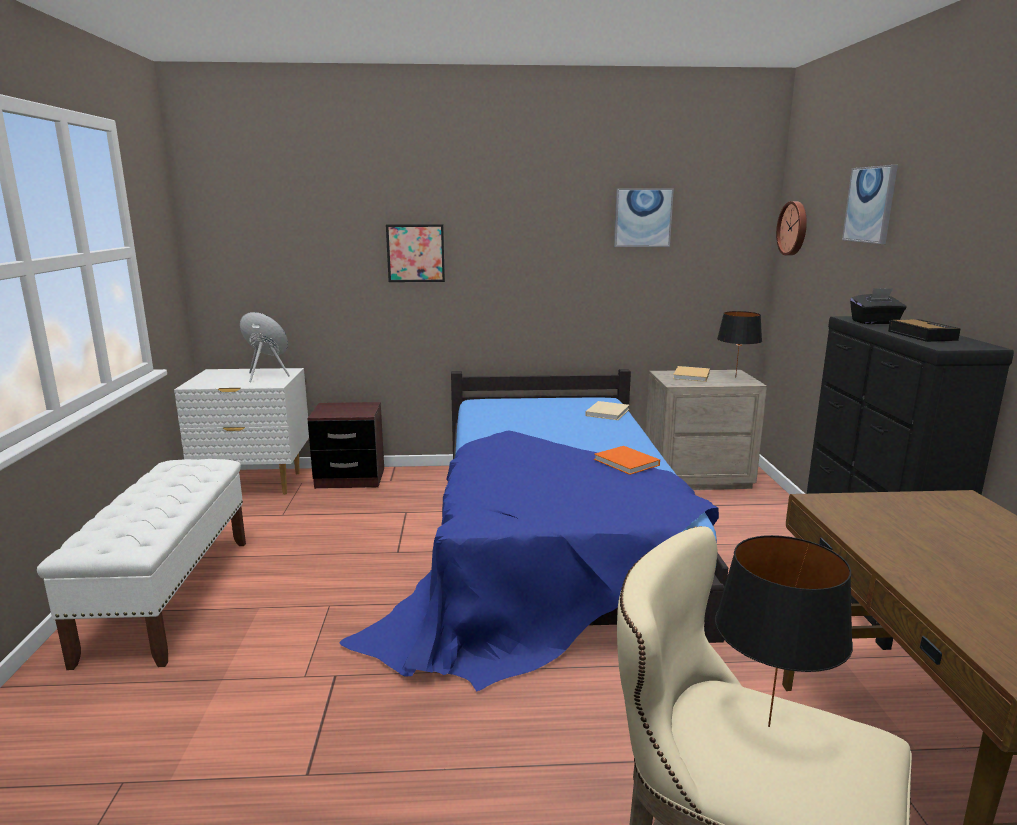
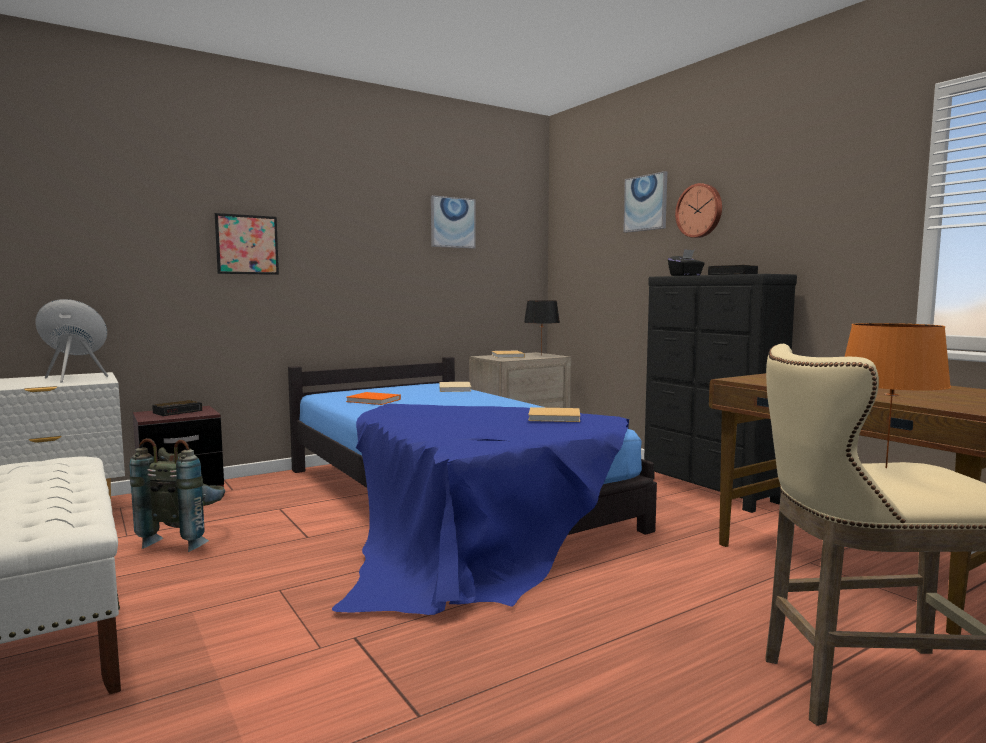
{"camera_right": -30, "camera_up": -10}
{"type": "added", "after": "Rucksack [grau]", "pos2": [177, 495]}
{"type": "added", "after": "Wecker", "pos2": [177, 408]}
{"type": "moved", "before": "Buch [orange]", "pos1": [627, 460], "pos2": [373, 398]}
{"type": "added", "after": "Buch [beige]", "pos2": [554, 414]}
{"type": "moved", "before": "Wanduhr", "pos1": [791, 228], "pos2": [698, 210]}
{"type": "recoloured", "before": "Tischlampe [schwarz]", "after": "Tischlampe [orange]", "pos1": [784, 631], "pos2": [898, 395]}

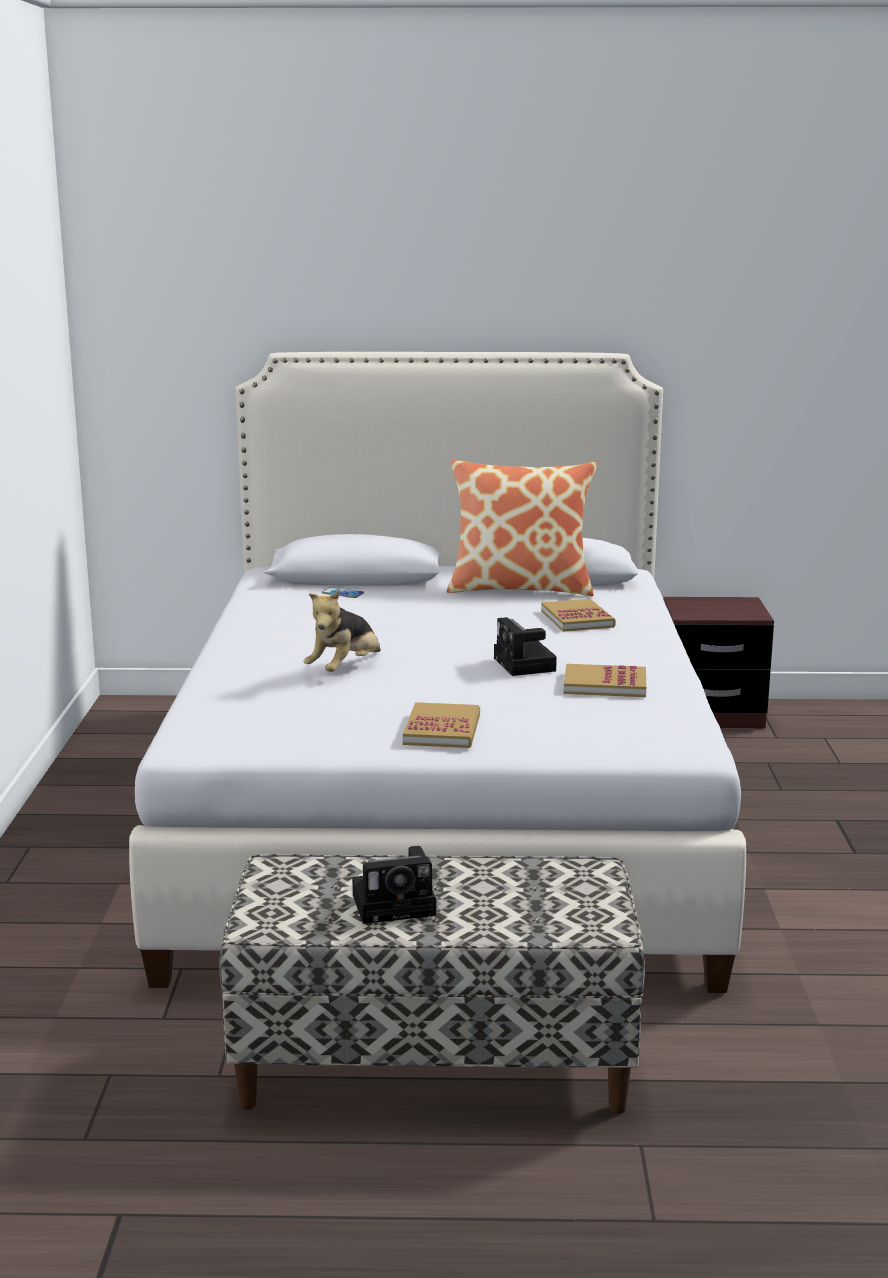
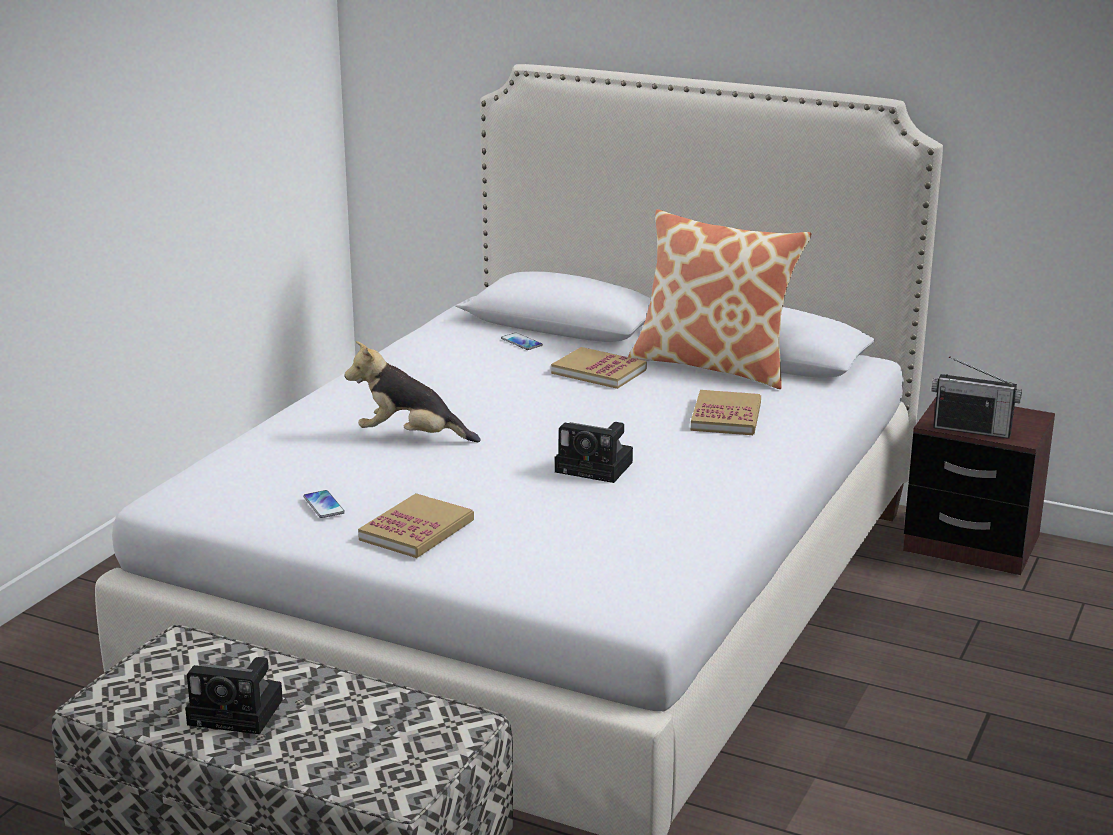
{"camera_right": 25, "camera_up": 5}
{"type": "added", "after": "Handy", "pos2": [324, 504]}
{"type": "turned", "before": "Plüschtier", "pos1": [341, 631], "pos2": [412, 391], "turn": 45}
{"type": "moved", "before": "Buch", "pos1": [604, 680], "pos2": [599, 368]}
{"type": "turned", "before": "Kamera", "pos1": [525, 646], "pos2": [594, 452], "turn": -75}
{"type": "added", "after": "Radio", "pos2": [977, 397]}

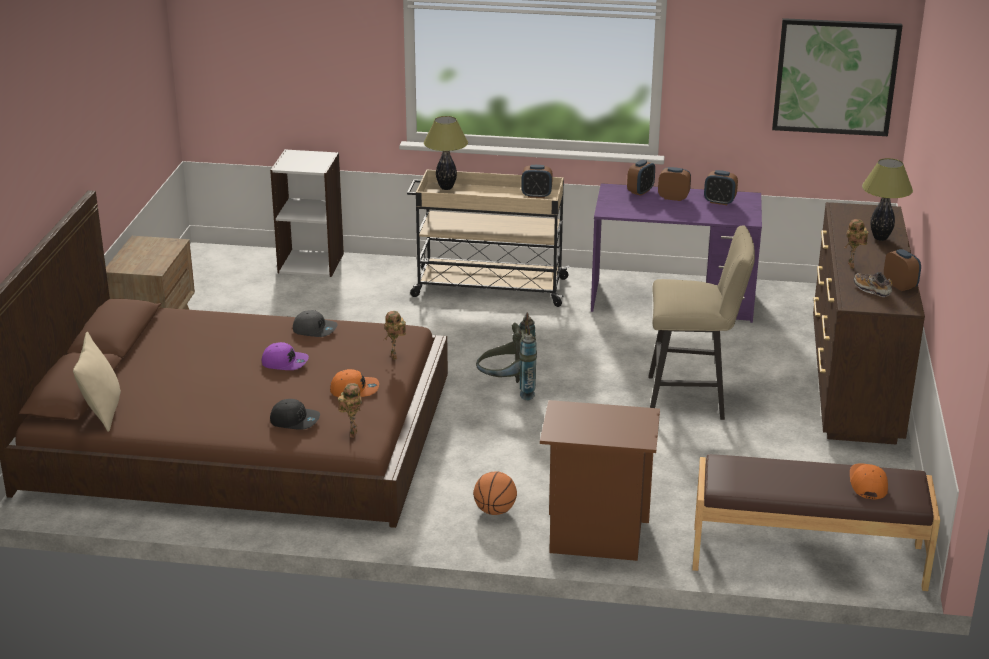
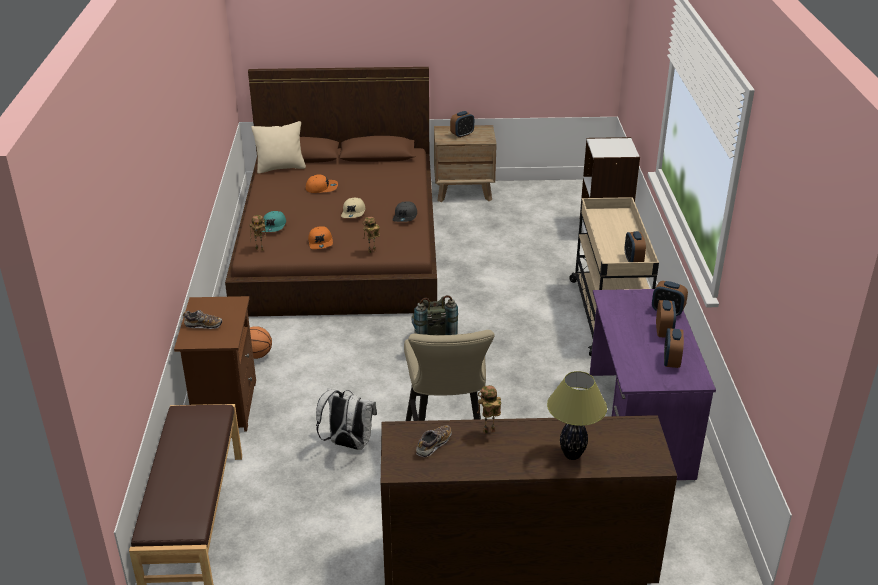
{"camera_right": 80, "camera_up": 5}
{"type": "added", "after": "Schuh", "pos2": [202, 319]}
{"type": "recoloured", "before": "Kappe [schwarz]", "after": "Kappe [türkis]", "pos1": [295, 414], "pos2": [273, 221]}
{"type": "moved", "before": "Kappe [orange]", "pos1": [869, 481], "pos2": [321, 184]}
{"type": "added", "after": "Rucksack [weiß]", "pos2": [346, 419]}
{"type": "recoloured", "before": "Kappe [lila]", "after": "Kappe [beige]", "pos1": [285, 356], "pos2": [353, 208]}
{"type": "moved", "before": "Wecker", "pos1": [902, 270], "pos2": [462, 124]}
{"type": "removed", "before": "Tischlampe", "pos1": [446, 153]}
{"type": "removed", "before": "Bild", "pos1": [837, 77]}

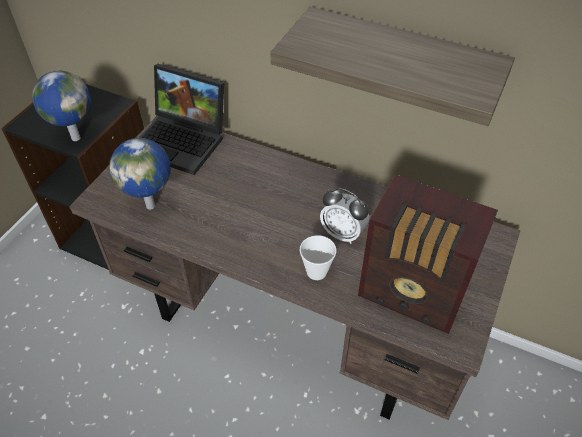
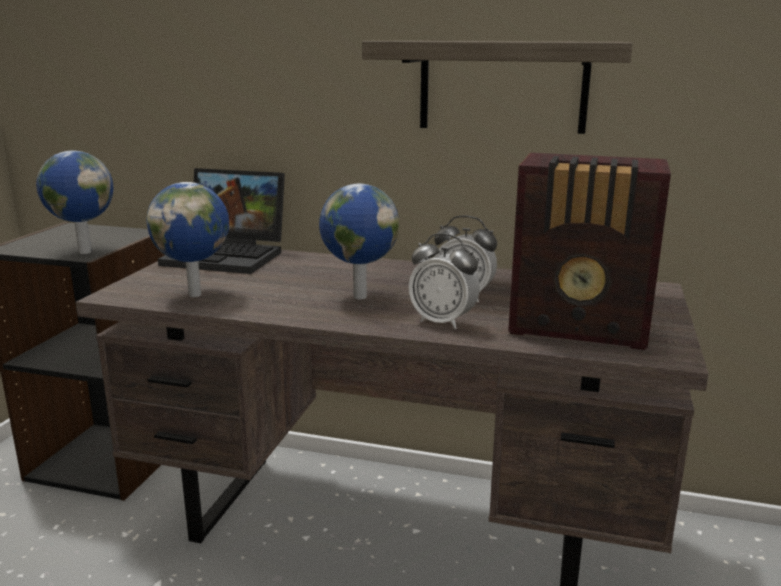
{"camera_right": -10, "camera_up": -30}
{"type": "added", "after": "Globus", "pos2": [359, 241]}
{"type": "replaced", "before": "Tasse", "after": "Wecker", "pos1": [318, 257], "pos2": [444, 281]}

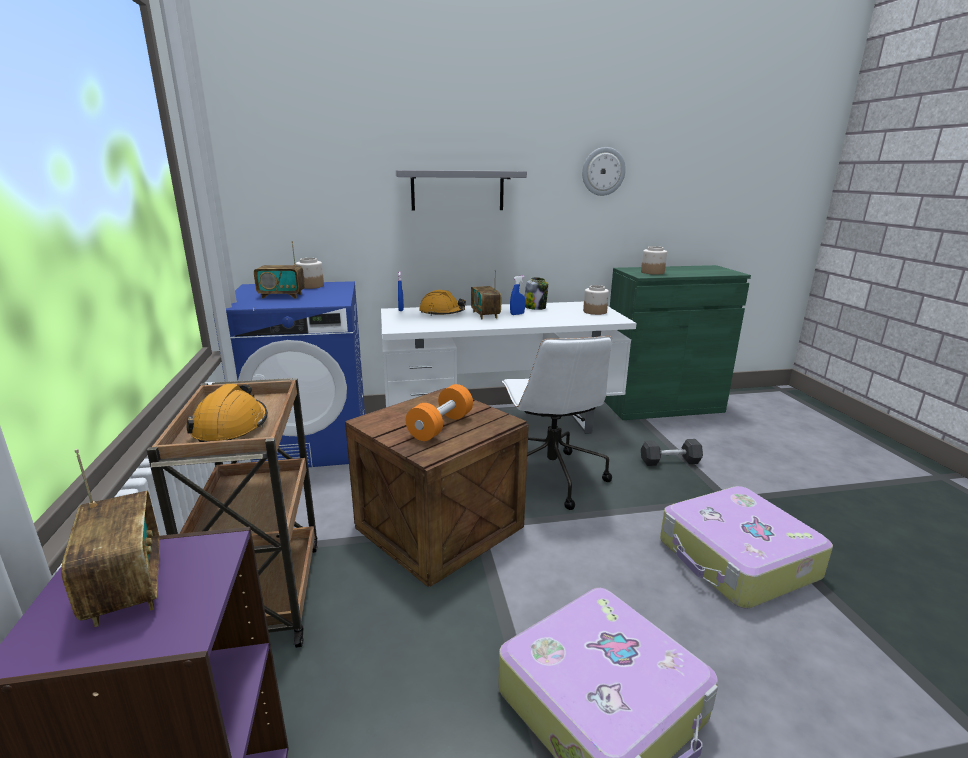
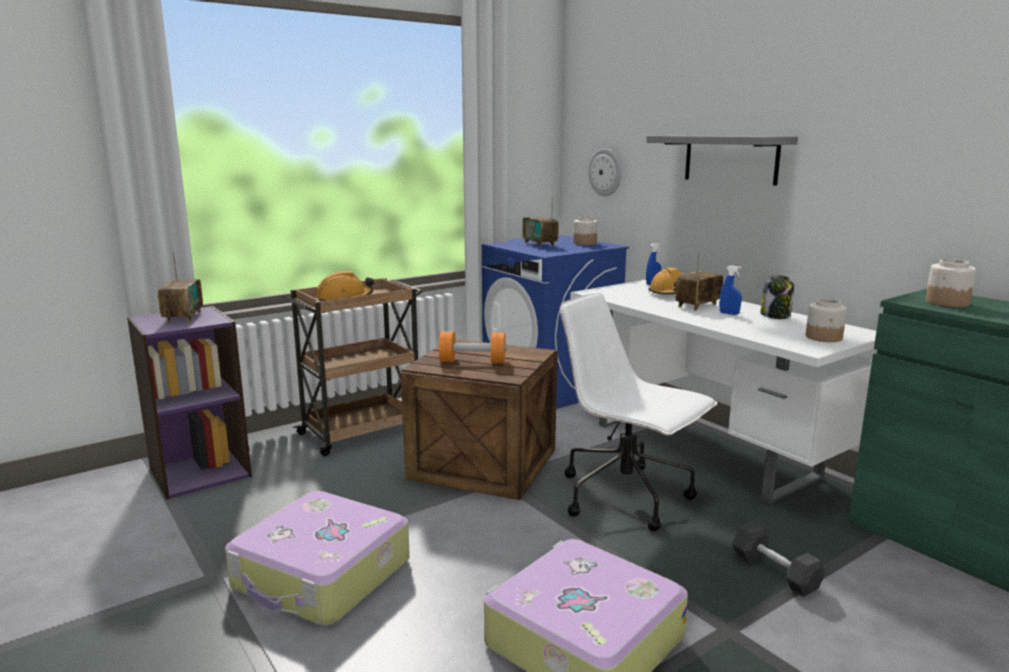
{"camera_right": 65, "camera_up": -5}
{"type": "turned", "before": "Radio", "pos1": [110, 538], "pos2": [180, 287], "turn": -45}
{"type": "turned", "before": "Bürostuhl [weiß]", "pos1": [557, 423], "pos2": [638, 412], "turn": 75}
{"type": "moved", "before": "Wanduhr", "pos1": [604, 171], "pos2": [604, 172]}

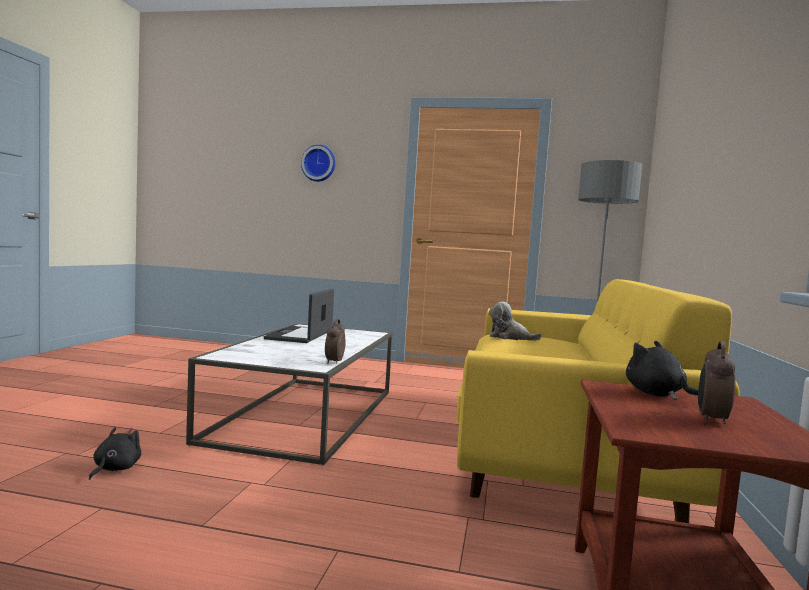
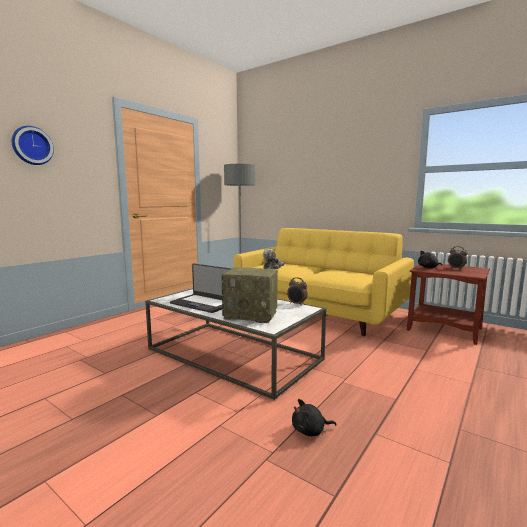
{"camera_right": -65, "camera_up": 5}
{"type": "added", "after": "Radio", "pos2": [250, 295]}
{"type": "turned", "before": "Plüschtier [schwarz]", "pos1": [115, 453], "pos2": [314, 417], "turn": -45}

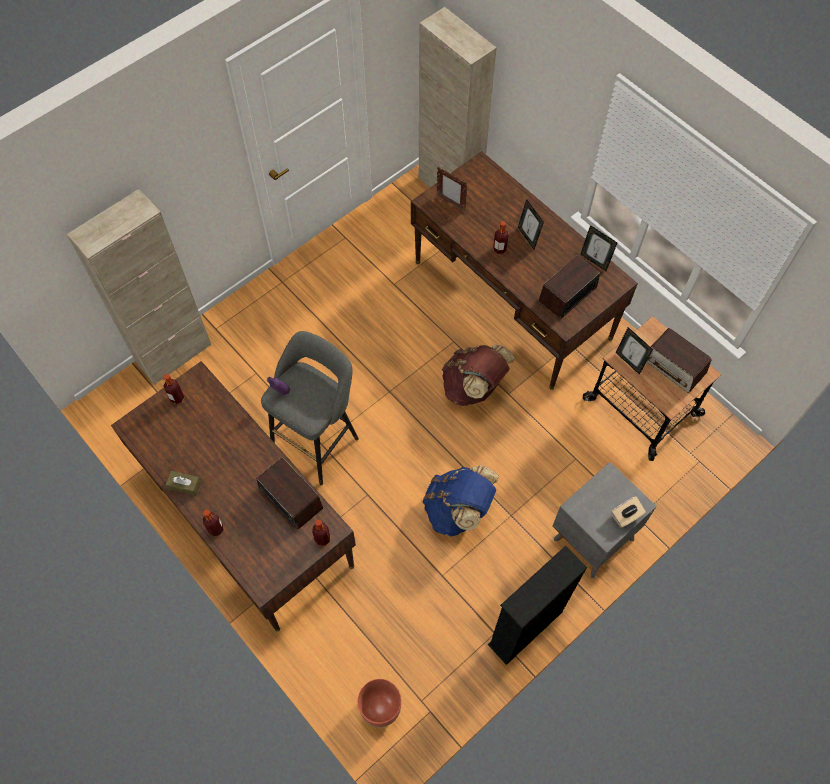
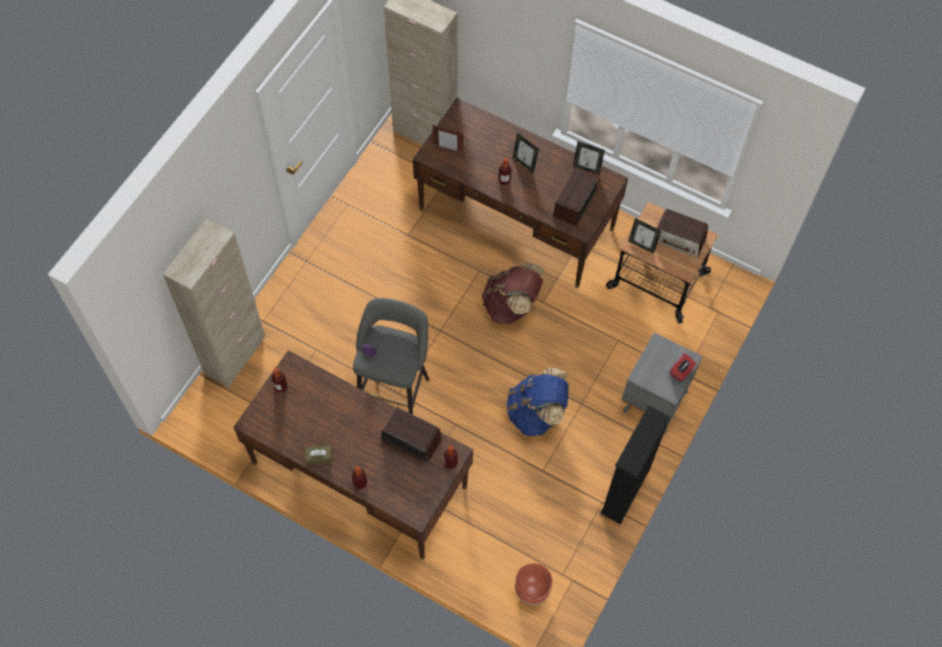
{"camera_right": -20, "camera_up": 0}
{"type": "recoloured", "before": "Taschentuchbox [beige]", "after": "Taschentuchbox [rot]", "pos1": [628, 512], "pos2": [683, 367]}

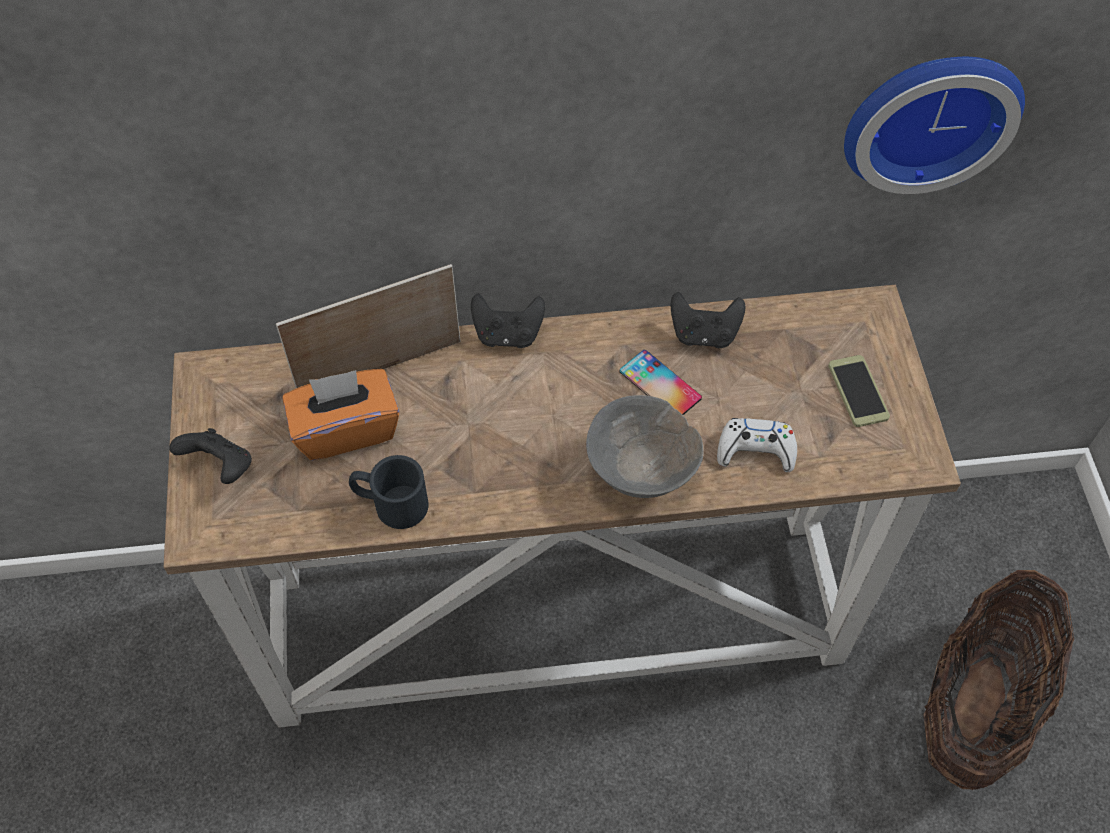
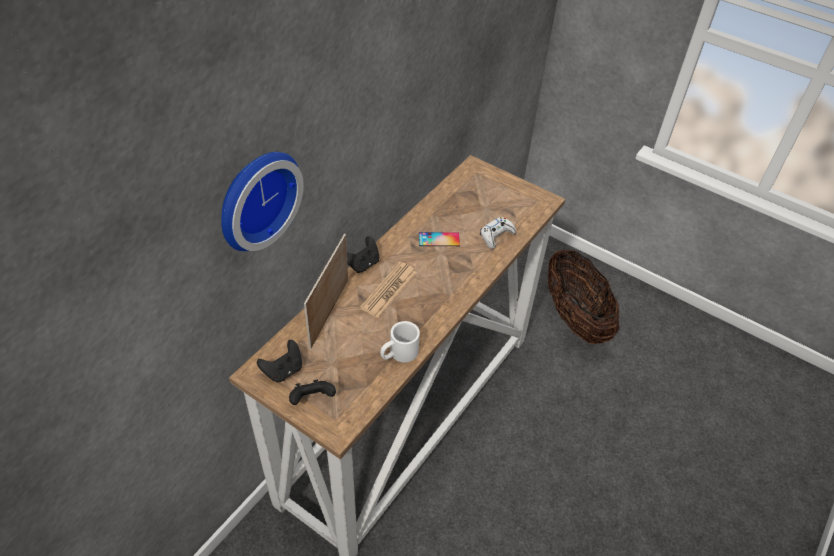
{"camera_right": -50, "camera_up": -10}
{"type": "moved", "before": "Wanduhr", "pos1": [934, 125], "pos2": [262, 201]}
{"type": "moved", "before": "Gamepad [schwarz]", "pos1": [708, 320], "pos2": [279, 361]}
{"type": "added", "after": "Zeitung", "pos2": [388, 290]}
{"type": "recoloured", "before": "Henkelbecher [schwarz]", "after": "Henkelbecher [weiß]", "pos1": [389, 492], "pos2": [400, 341]}
{"type": "removed", "before": "Taschentuchbox [orange]", "pos1": [341, 414]}
{"type": "removed", "before": "Schüssel [grau]", "pos1": [644, 446]}
{"type": "removed", "before": "Handy", "pos1": [859, 391]}

